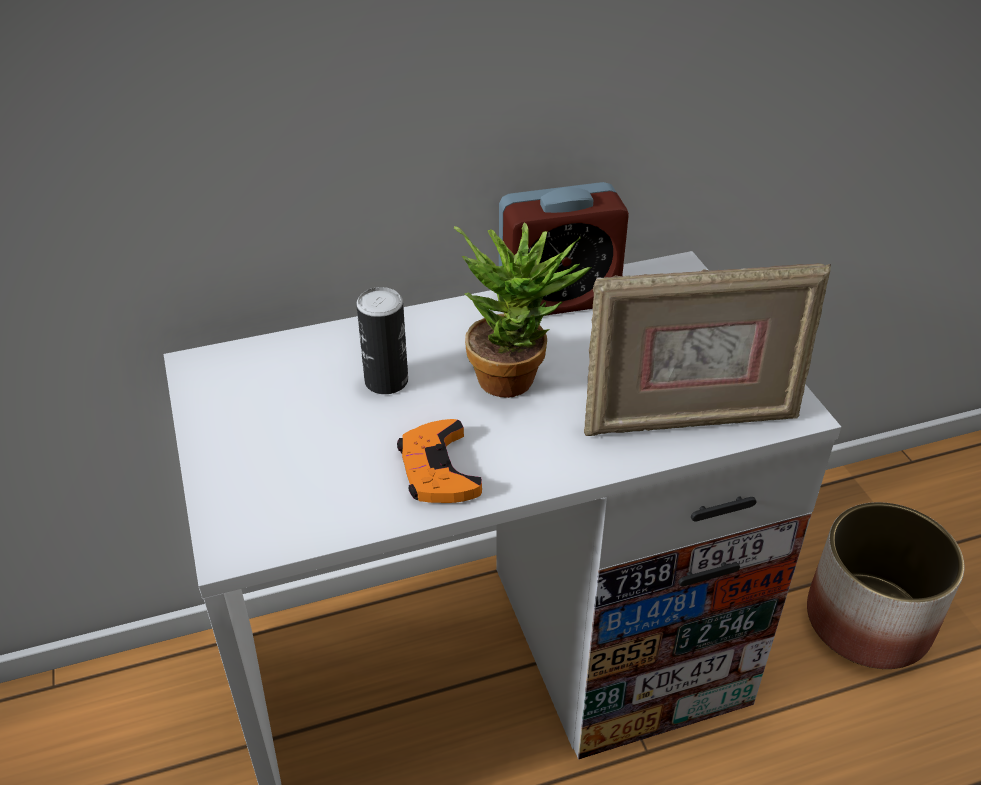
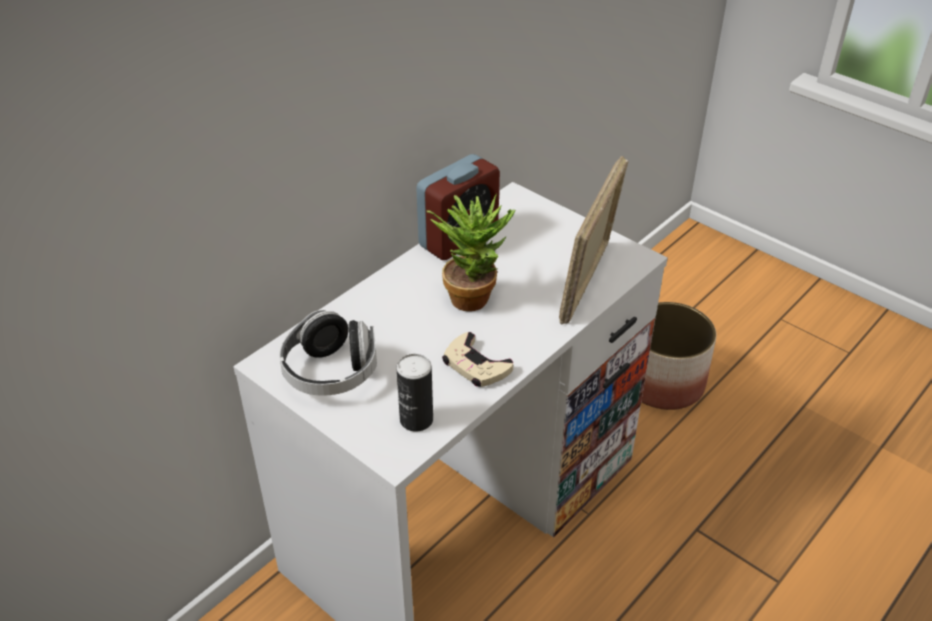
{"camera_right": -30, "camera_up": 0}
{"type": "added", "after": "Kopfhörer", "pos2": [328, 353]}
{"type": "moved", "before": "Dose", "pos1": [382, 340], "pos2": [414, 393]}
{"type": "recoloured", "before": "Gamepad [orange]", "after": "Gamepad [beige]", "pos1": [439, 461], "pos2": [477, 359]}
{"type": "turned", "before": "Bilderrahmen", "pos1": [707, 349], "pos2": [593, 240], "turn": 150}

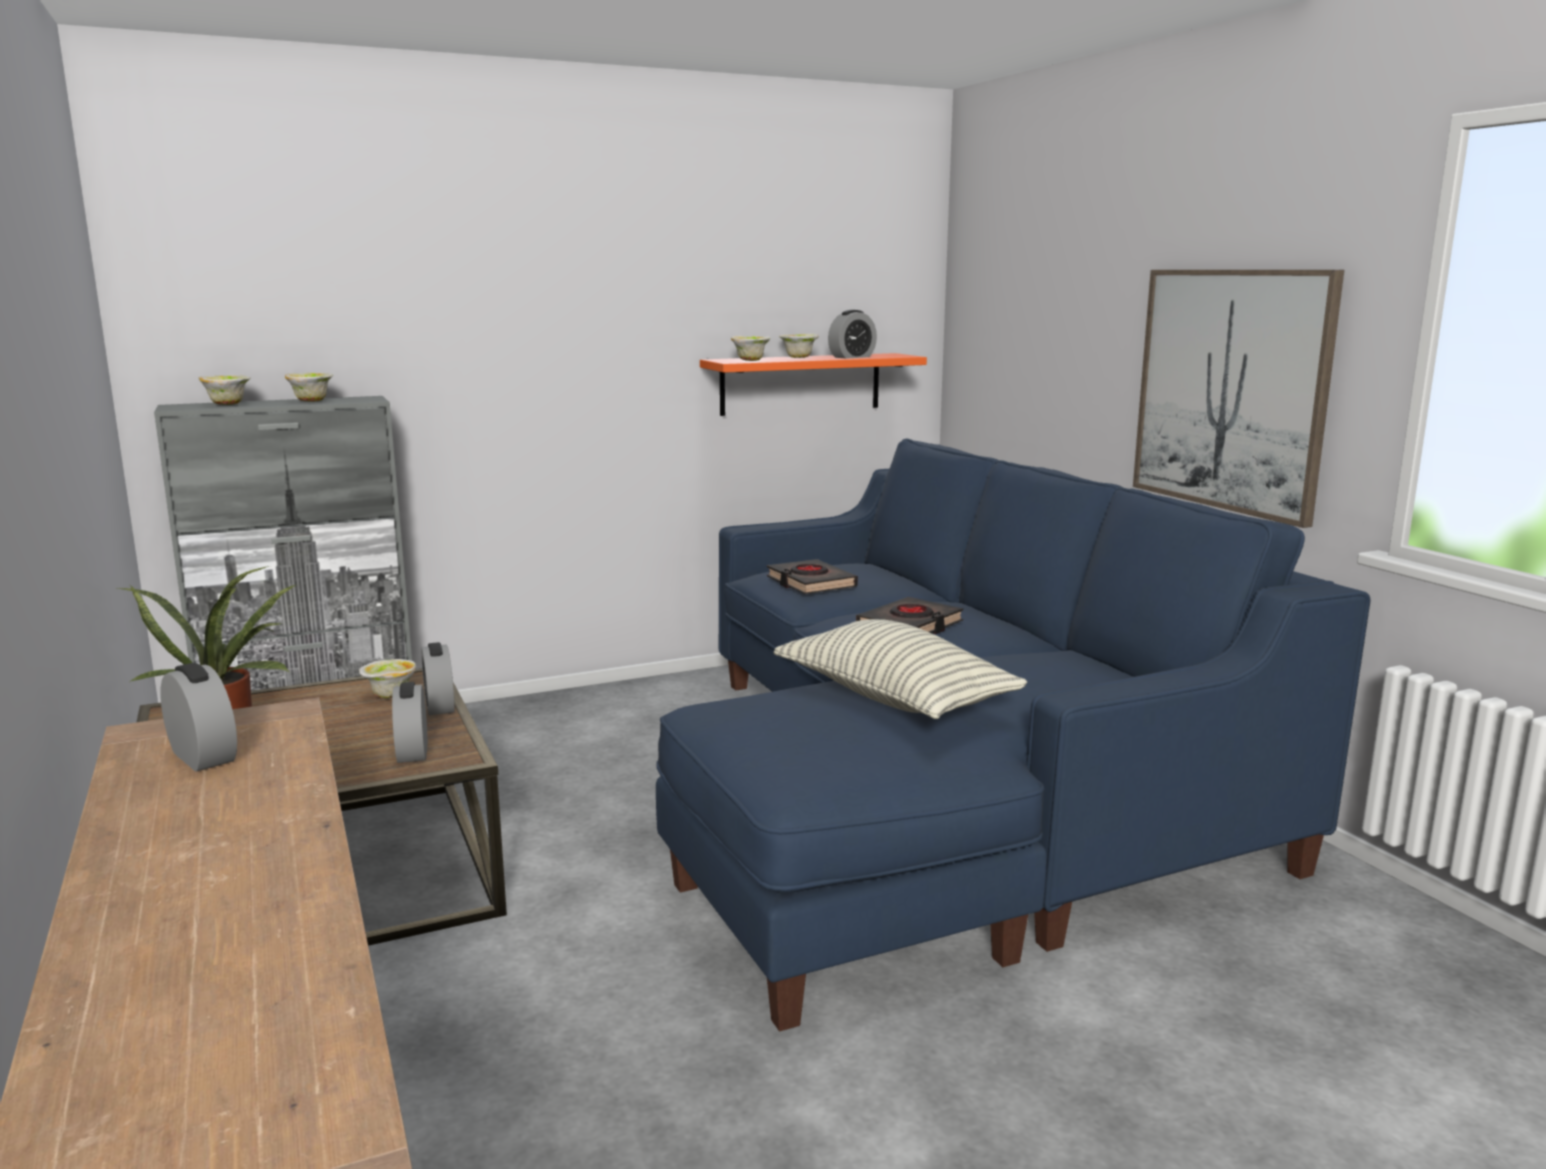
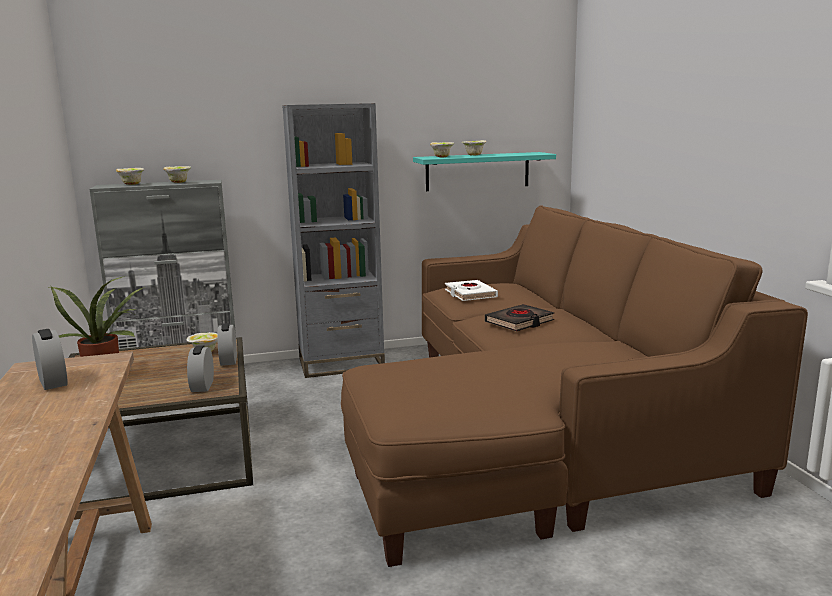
{"camera_right": 10, "camera_up": 0}
{"type": "added", "after": "Bücherregal [grau]", "pos2": [334, 240]}
{"type": "recoloured", "before": "Sofa [blau]", "after": "Sofa [braun]", "pos1": [1013, 735], "pos2": [574, 386]}
{"type": "recoloured", "before": "Wandregal [orange]", "after": "Wandregal [türkis]", "pos1": [813, 384], "pos2": [484, 171]}
{"type": "recoloured", "before": "Buch [schwarz]", "after": "Buch [weiß]", "pos1": [812, 576], "pos2": [471, 290]}
{"type": "removed", "before": "Kissen", "pos1": [900, 669]}
{"type": "removed", "before": "Wecker", "pos1": [852, 334]}
{"type": "removed", "before": "Bild", "pos1": [1238, 399]}

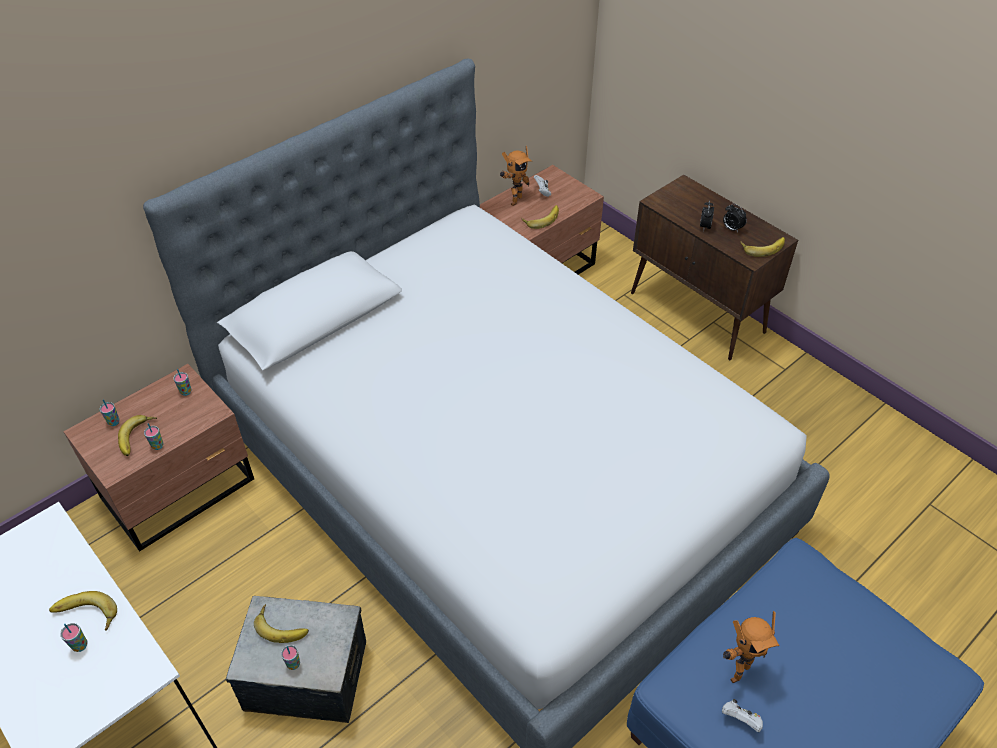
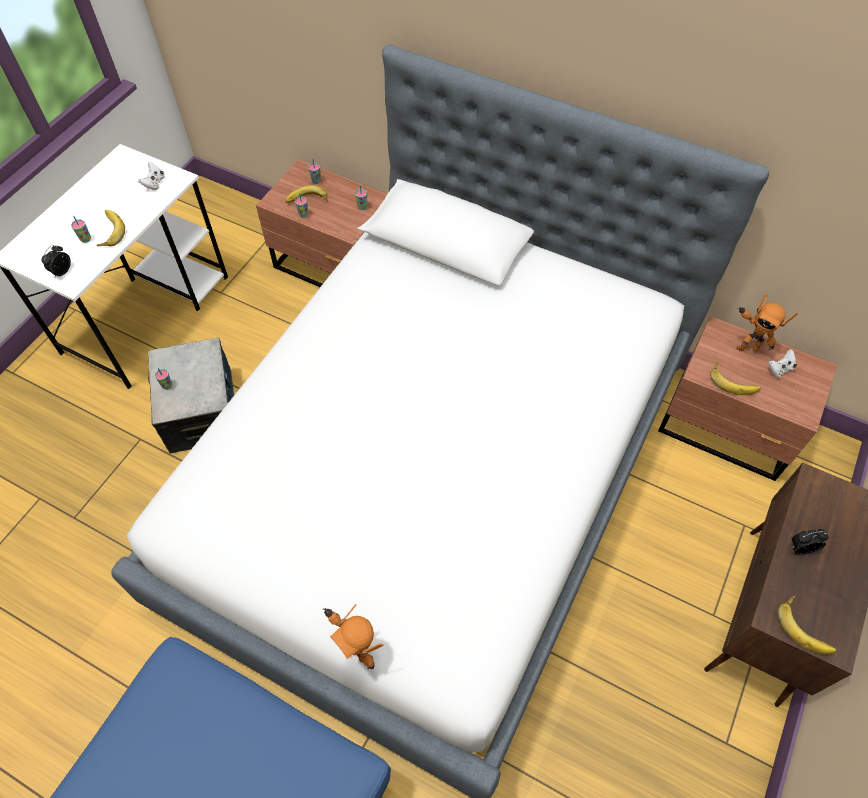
{"camera_right": 70, "camera_up": 10}
{"type": "moved", "before": "Wecker", "pos1": [735, 218], "pos2": [56, 261]}
{"type": "moved", "before": "Gamepad [weiß]", "pos1": [742, 715], "pos2": [151, 176]}
{"type": "moved", "before": "Spielzeugroboter", "pos1": [751, 647], "pos2": [353, 637]}
{"type": "removed", "before": "Banane", "pos1": [281, 623]}

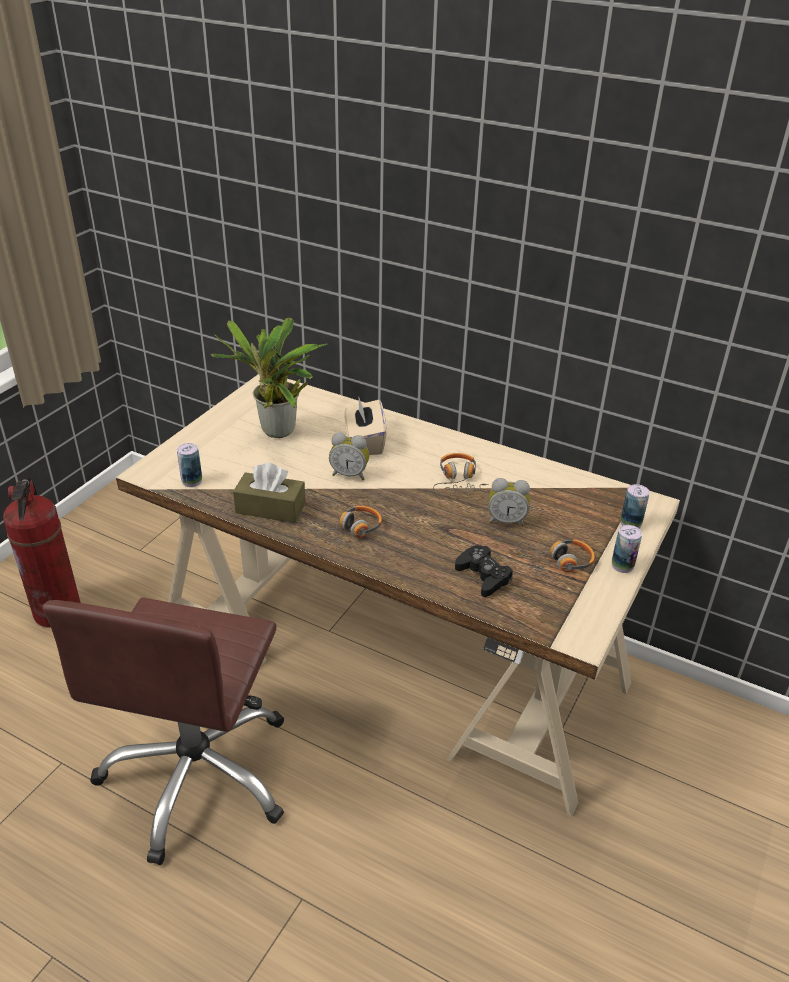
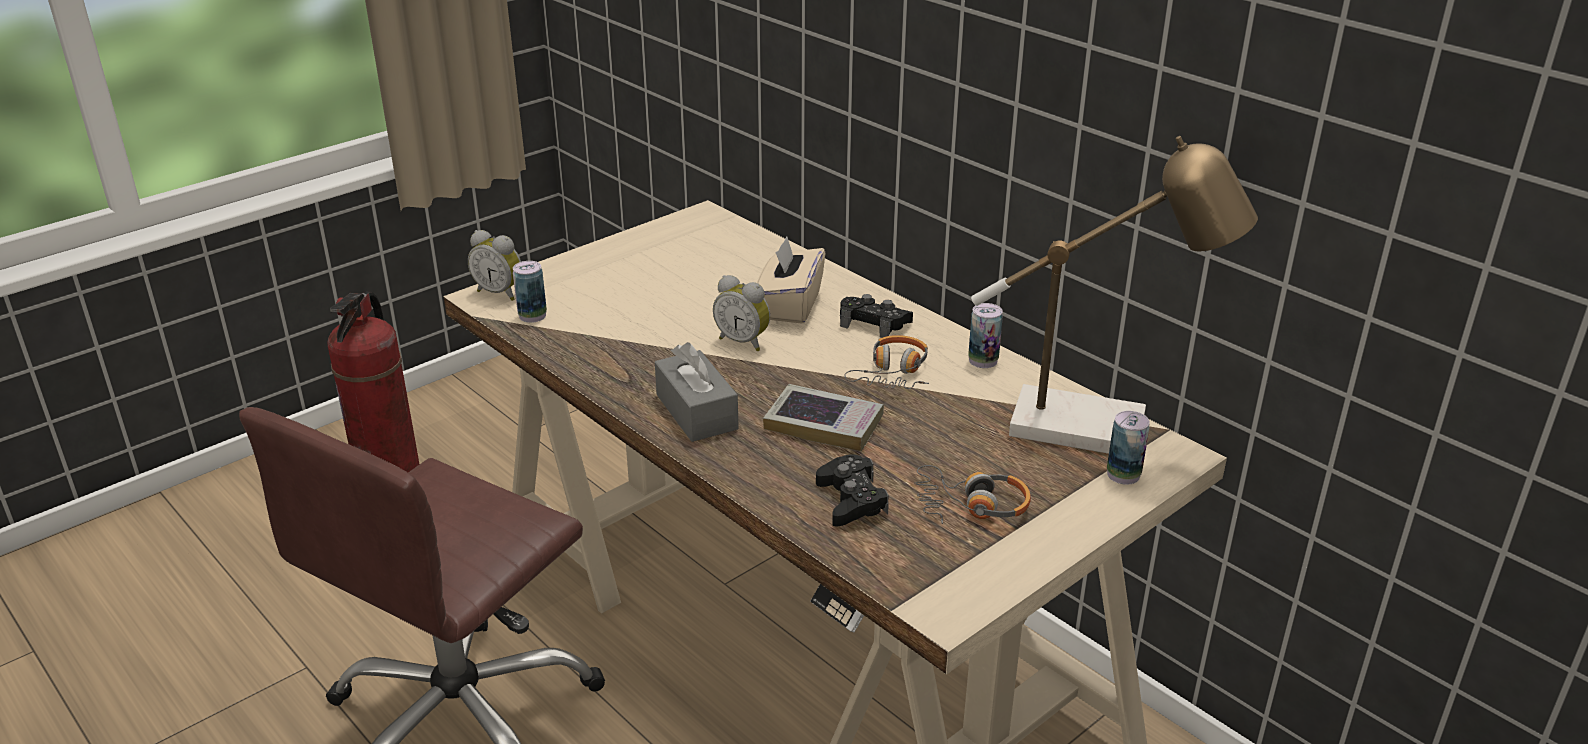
{"camera_right": 20, "camera_up": -5}
{"type": "moved", "before": "Wecker", "pos1": [509, 502], "pos2": [494, 265]}
{"type": "replaced", "before": "Kopfhörer", "after": "Taschentuchbox [grau]", "pos1": [344, 528], "pos2": [697, 392]}
{"type": "added", "after": "Buch", "pos2": [823, 418]}
{"type": "added", "after": "Gamepad [schwarz]", "pos2": [876, 316]}
{"type": "moved", "before": "Dose", "pos1": [627, 549], "pos2": [985, 335]}
{"type": "added", "after": "Tischlampe", "pos2": [1114, 295]}
{"type": "removed", "before": "Topfpflanze", "pos1": [269, 378]}
{"type": "removed", "before": "Taschentuchbox [braun]", "pos1": [269, 493]}

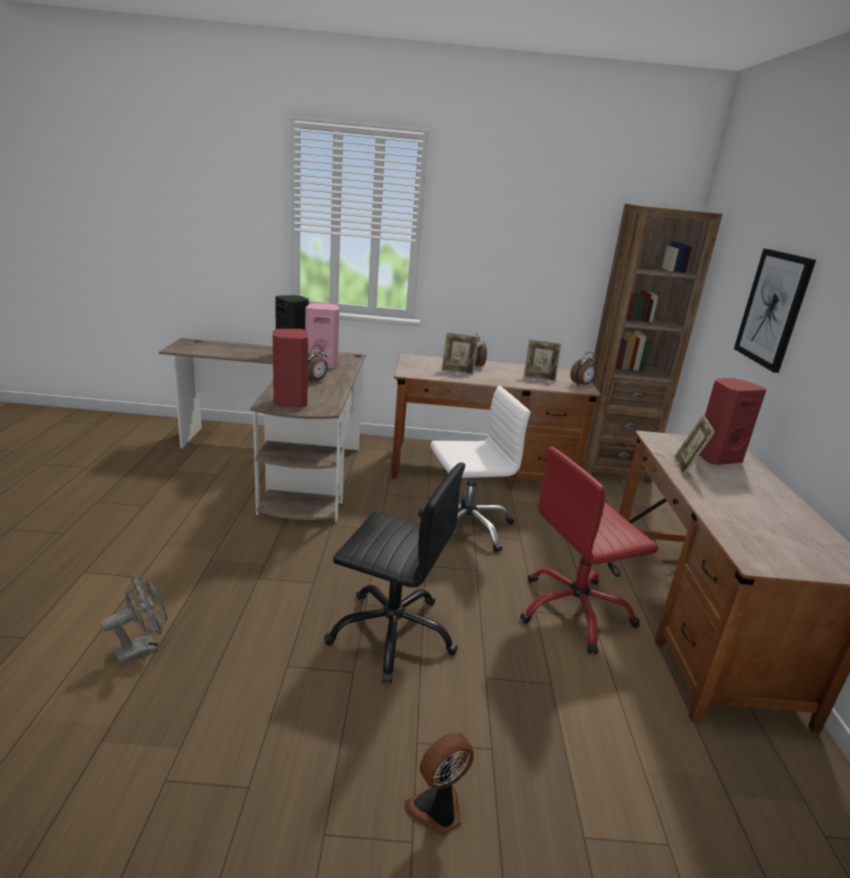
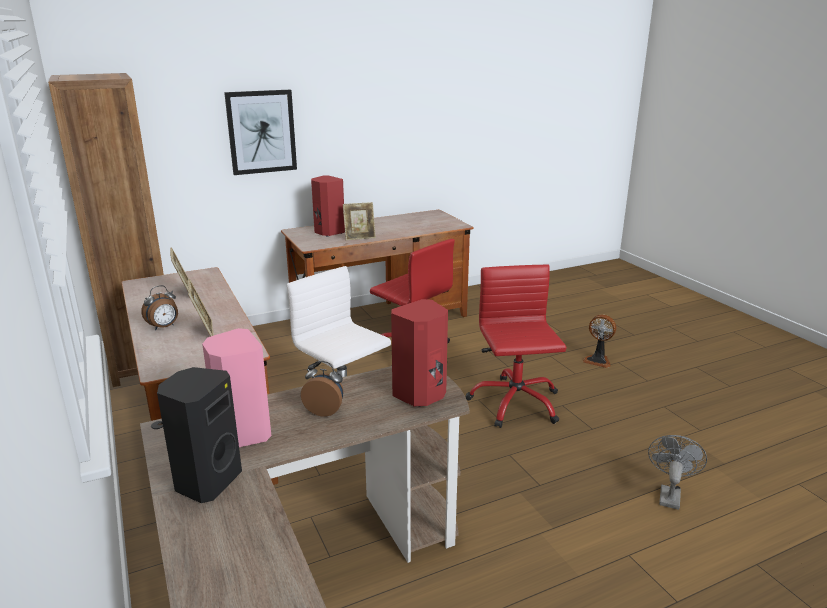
{"camera_right": -115, "camera_up": 0}
{"type": "recoloured", "before": "Bürostuhl [schwarz]", "after": "Bürostuhl [rot]", "pos1": [394, 573], "pos2": [516, 346]}
{"type": "turned", "before": "Ventilator [grau]", "pos1": [134, 620], "pos2": [677, 472], "turn": 90}
{"type": "removed", "before": "Wecker", "pos1": [583, 368]}

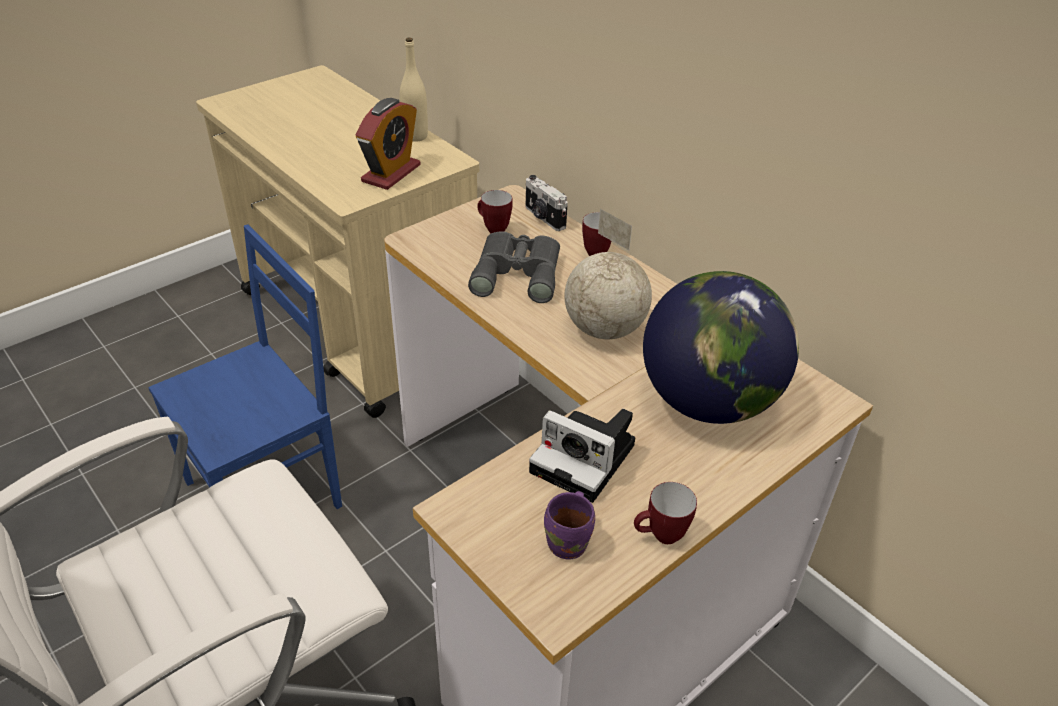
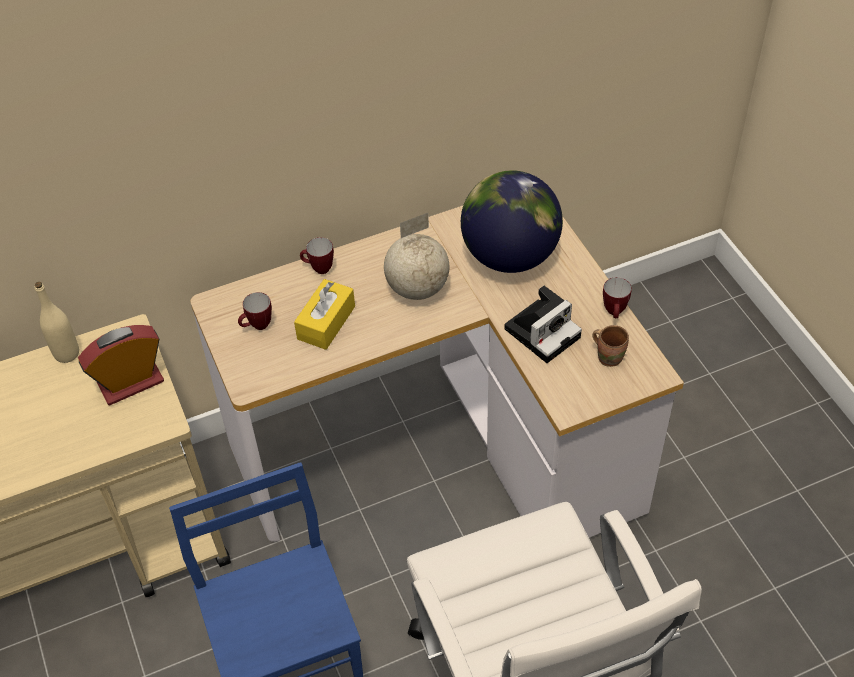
{"camera_right": -70, "camera_up": 10}
{"type": "turned", "before": "Wecker", "pos1": [388, 144], "pos2": [121, 365], "turn": -75}
{"type": "replaced", "before": "Fernglas [grau]", "after": "Taschentuchbox [gelb]", "pos1": [514, 267], "pos2": [324, 314]}
{"type": "recoloured", "before": "Henkelbecher [lila]", "after": "Henkelbecher [braun]", "pos1": [569, 525], "pos2": [610, 346]}
{"type": "removed", "before": "Kamera", "pos1": [546, 203]}

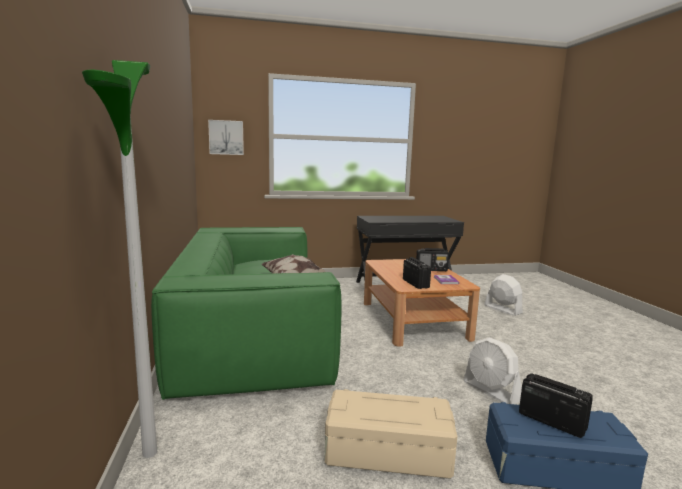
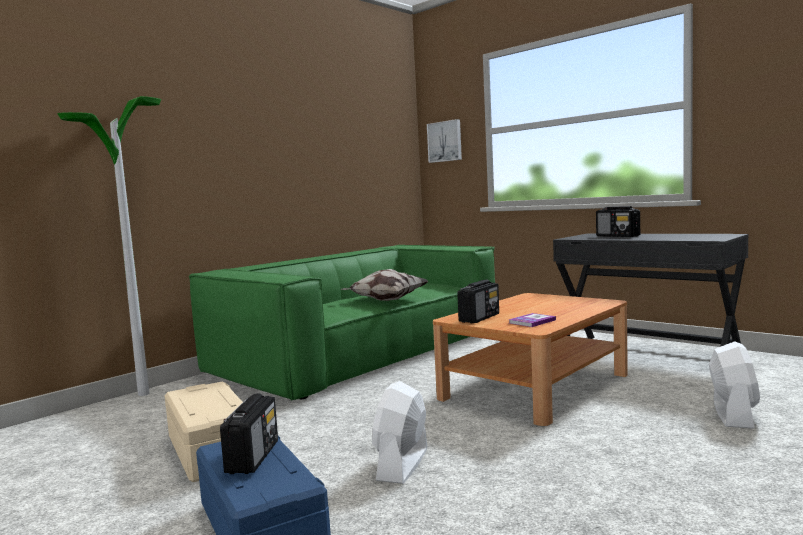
{"camera_right": 55, "camera_up": -5}
{"type": "moved", "before": "Radio", "pos1": [432, 259], "pos2": [618, 221]}

